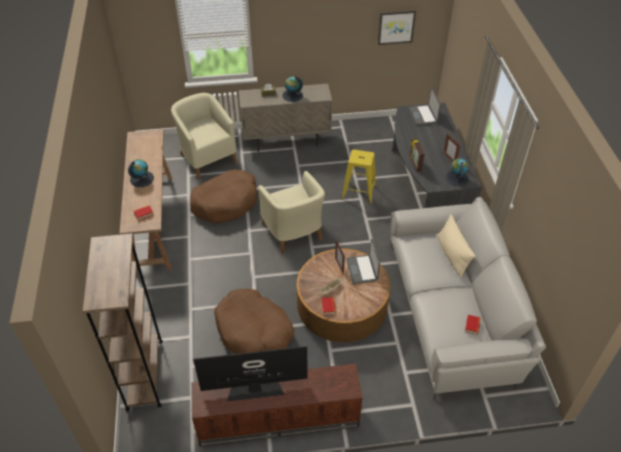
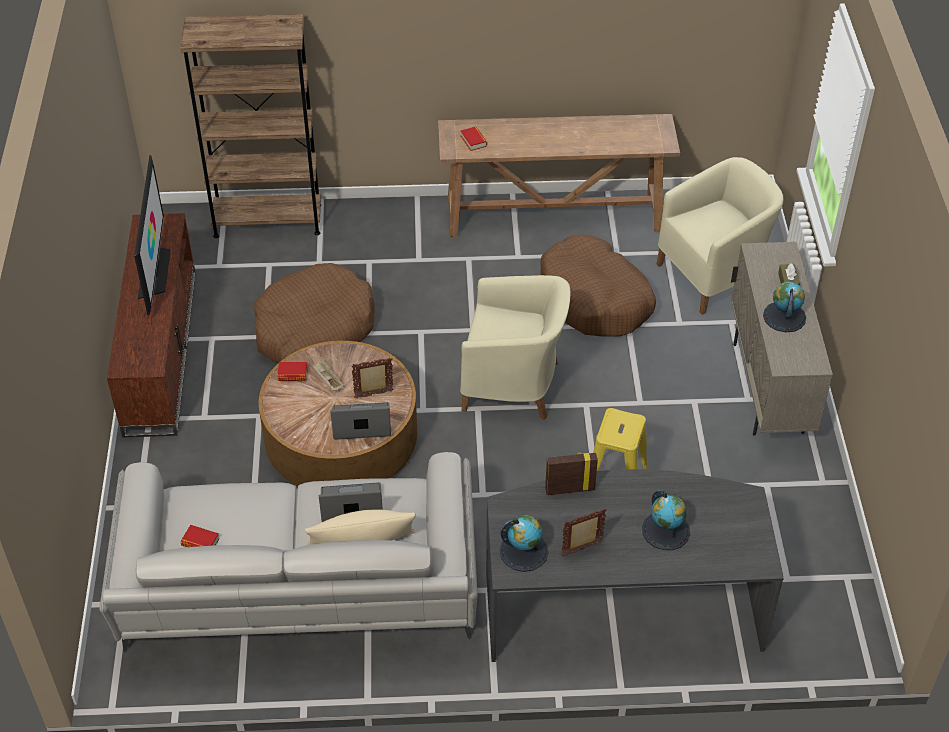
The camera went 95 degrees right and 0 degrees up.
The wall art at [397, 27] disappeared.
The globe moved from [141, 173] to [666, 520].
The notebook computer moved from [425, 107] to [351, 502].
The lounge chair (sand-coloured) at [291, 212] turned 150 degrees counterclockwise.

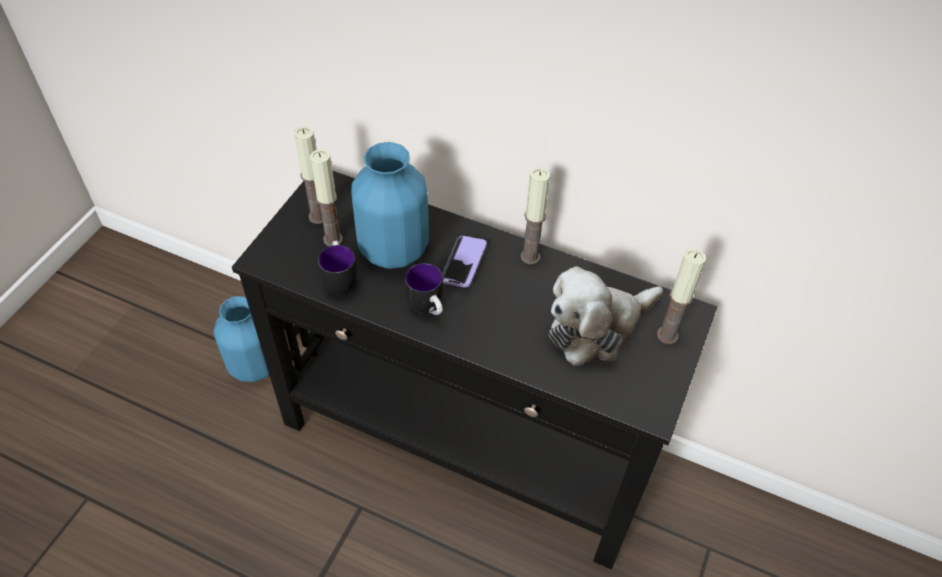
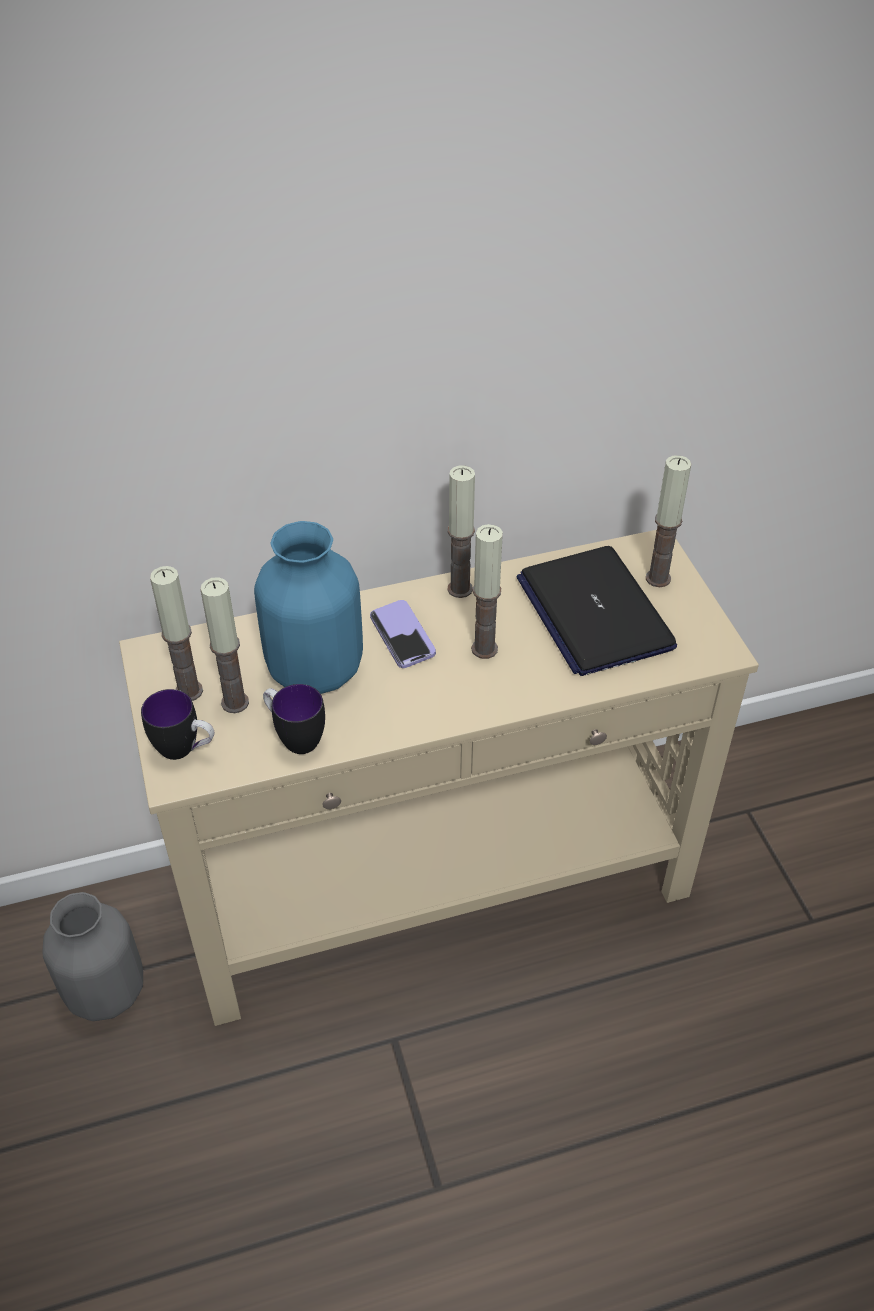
The camera went 40 degrees left and 5 degrees down.
The candle at [487, 591] appeared.
The coffee mug moved from [424, 289] to [177, 724].
The soft toy at [606, 315] was replaced by the notebook computer at [596, 611].
The flower vase (blue-coloured) at [241, 339] became the flower vase (grey) at [92, 956].
The hall table (blackish) at [474, 370] became the hall table (sand-coloured) at [439, 778].

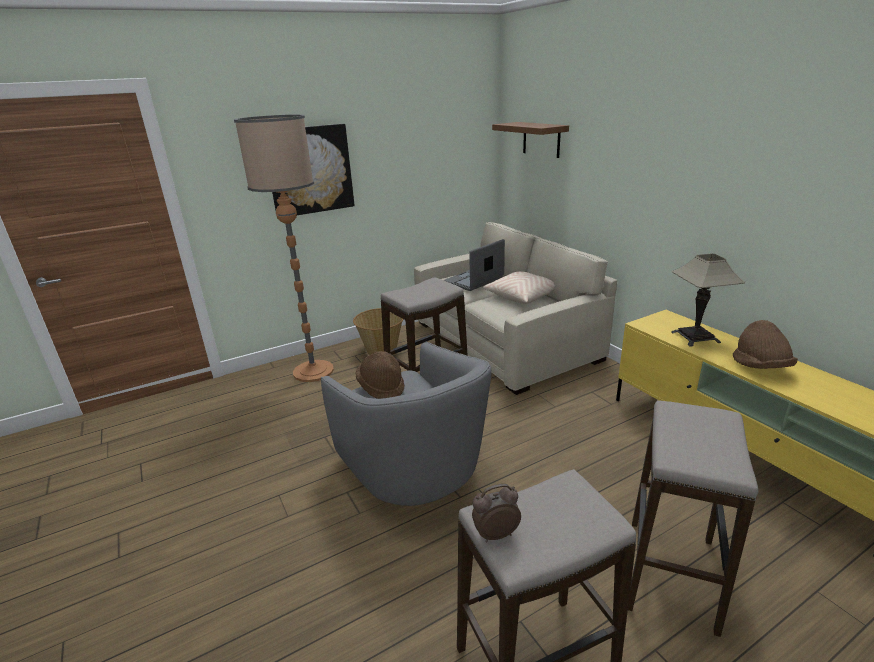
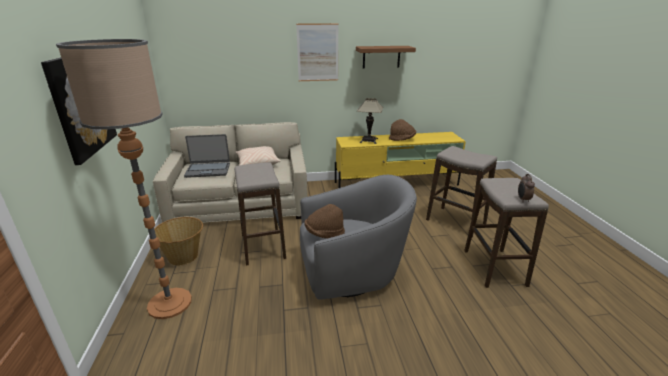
The camera went 70 degrees left and 0 degrees up.
The wall art at [317, 52] appeared.
The shelf (brownish) moved from [530, 140] to [386, 57].
The notebook computer at [474, 265] turned 75 degrees counterclockwise.

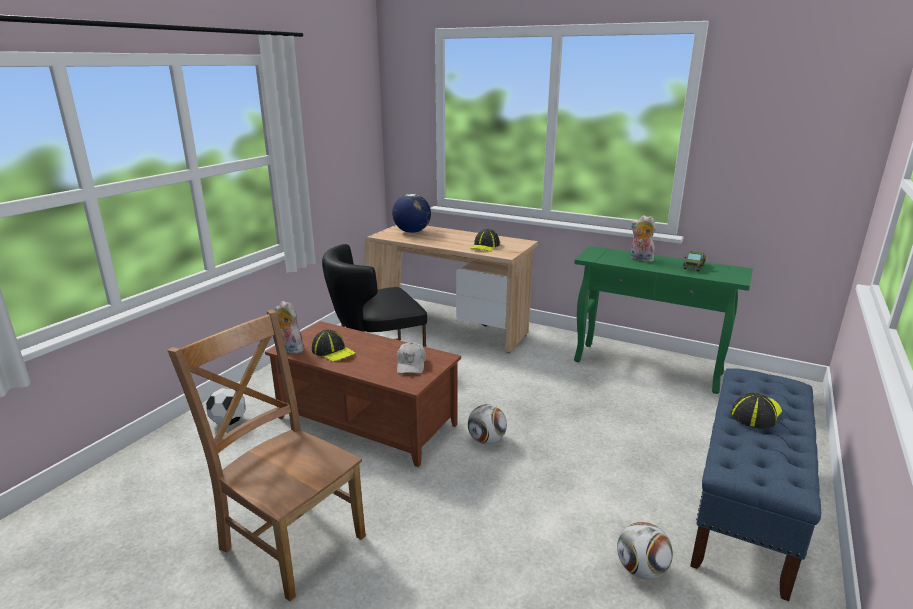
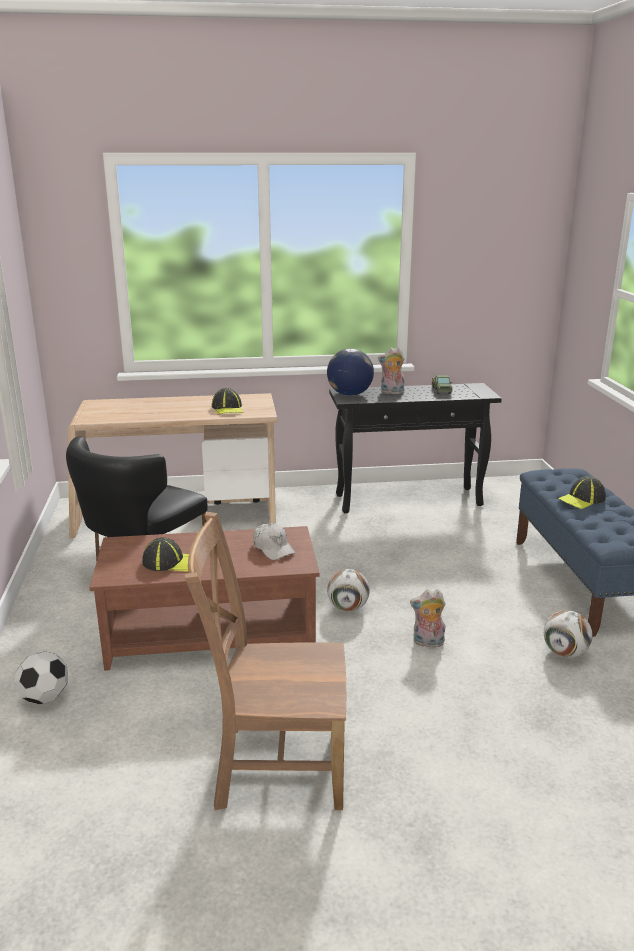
The camera went 35 degrees left and 0 degrees up.
The soft toy moved from [289, 327] to [428, 618].
The globe moved from [411, 213] to [350, 372].
The hall table (green-coloured) at [663, 320] became the hall table (blackish) at [415, 448].
The peaked cap at [756, 411] turned 135 degrees counterclockwise.

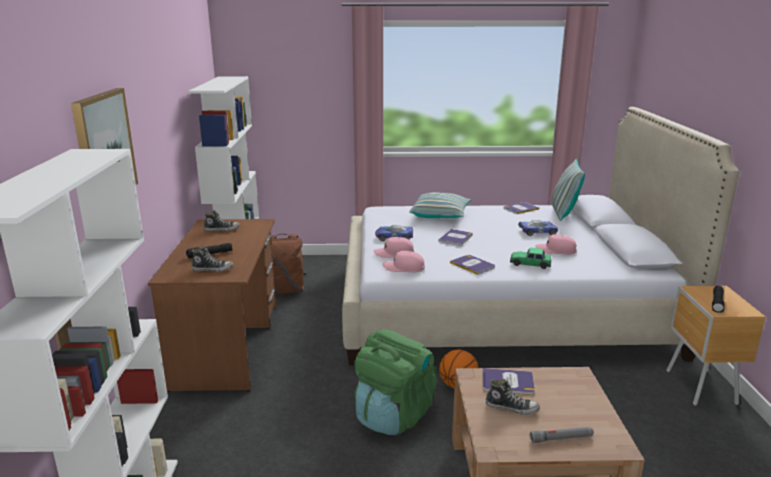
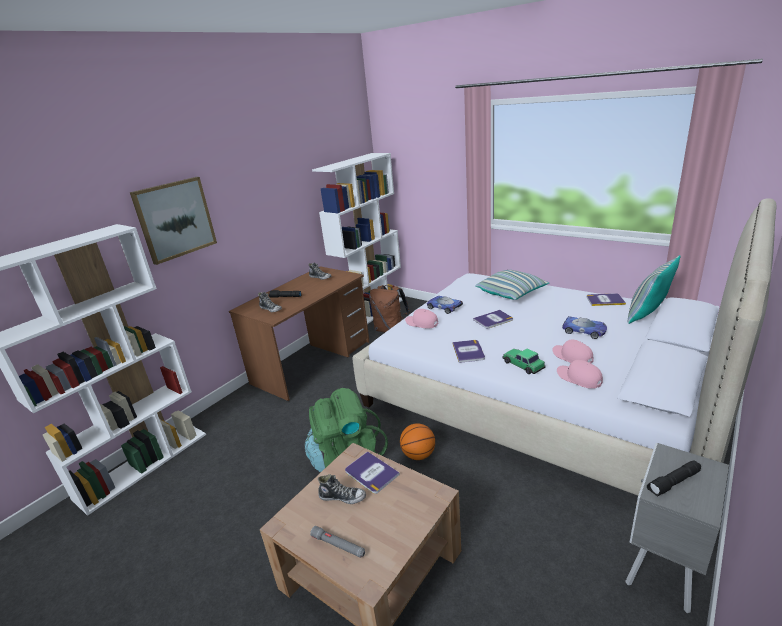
The camera went 40 degrees right and 5 degrees up.
The peaked cap (pink) moved from [404, 261] to [580, 374].
The bedside table (brownish) at [716, 346] became the bedside table (grey) at [677, 528].
The low shoe at [513, 397] turned 45 degrees counterclockwise.

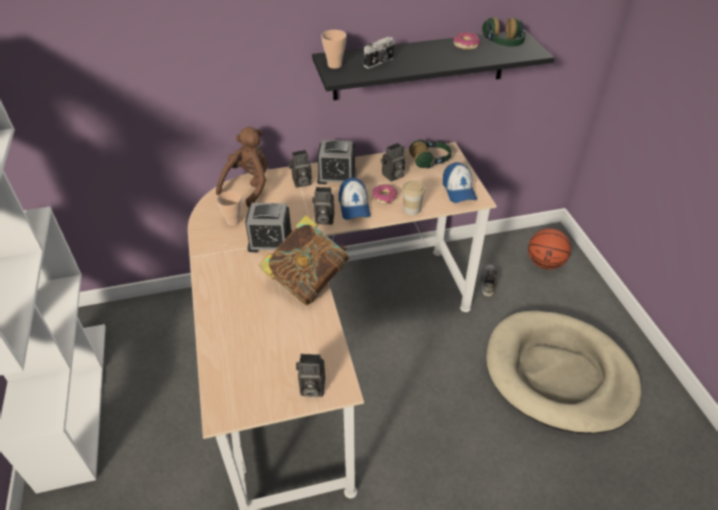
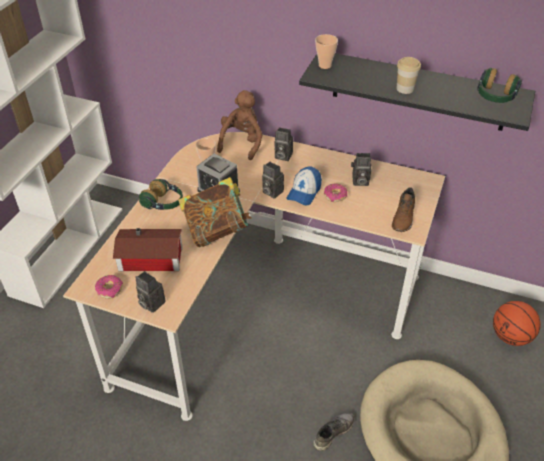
The camera went 35 degrees right and 0 degrees up.
The alarm clock at [337, 162] disappeared.
The still camera at [379, 53] disappeared.
The model house at [147, 249] appeared.
The small cup moved from [413, 197] to [409, 75].
The pair of headphones moved from [430, 153] to [161, 194].
The ring doughnut moved from [467, 41] to [109, 287].
The low shoe (grey) moved from [488, 280] to [334, 432].
The peaked cap at [460, 182] was replaced by the low shoe (brownish) at [403, 209].
The soft toy (brownish) at [242, 167] turned 45 degrees counterclockwise.

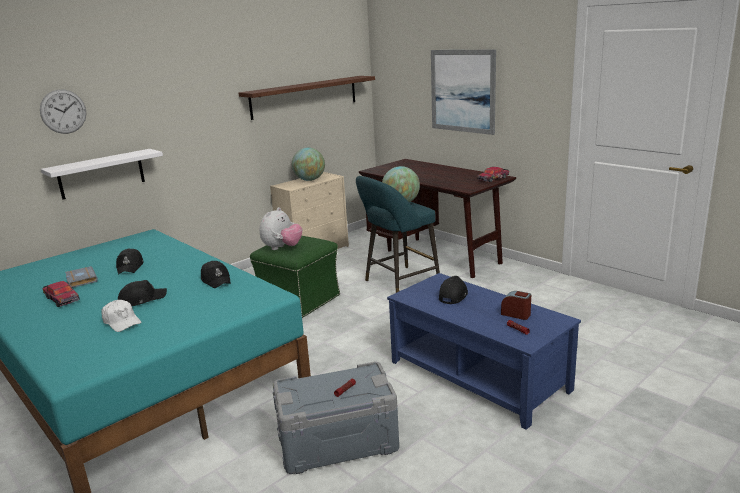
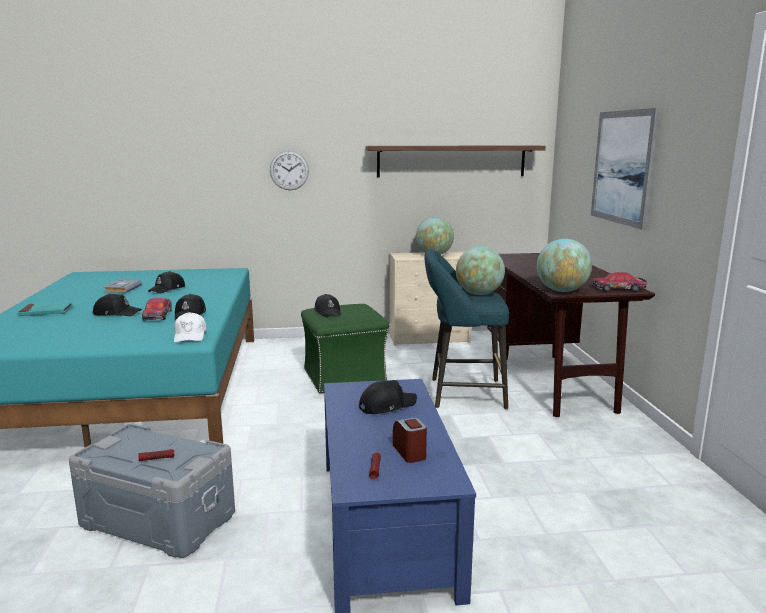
The camera went 35 degrees right and 5 degrees down.
The shelf (white-coloured) at [102, 174] disappeared.
The volume (turquoise) at [45, 308] appeared.
The globe at [564, 265] appeared.
The hanging clock moved from [63, 111] to [289, 170].
The miniature car moved from [61, 294] to [157, 309].
The peaked cap (white-coloured) moved from [121, 316] to [190, 327].
The soft toy at [281, 228] was replaced by the peaked cap (blackish) at [328, 305].

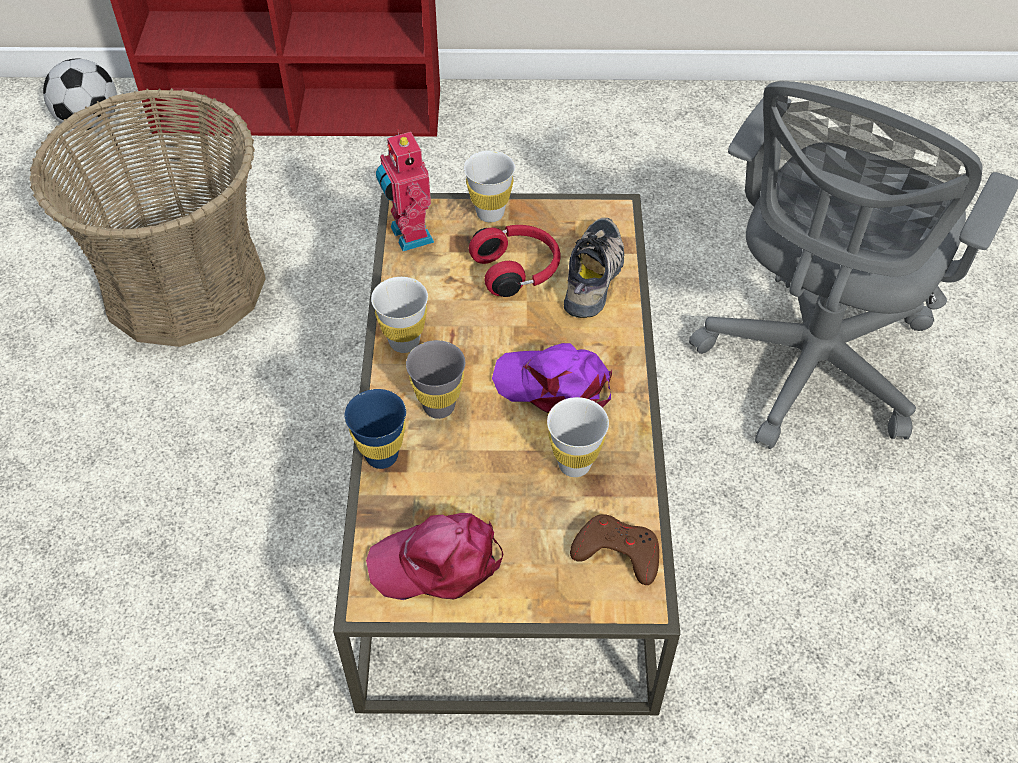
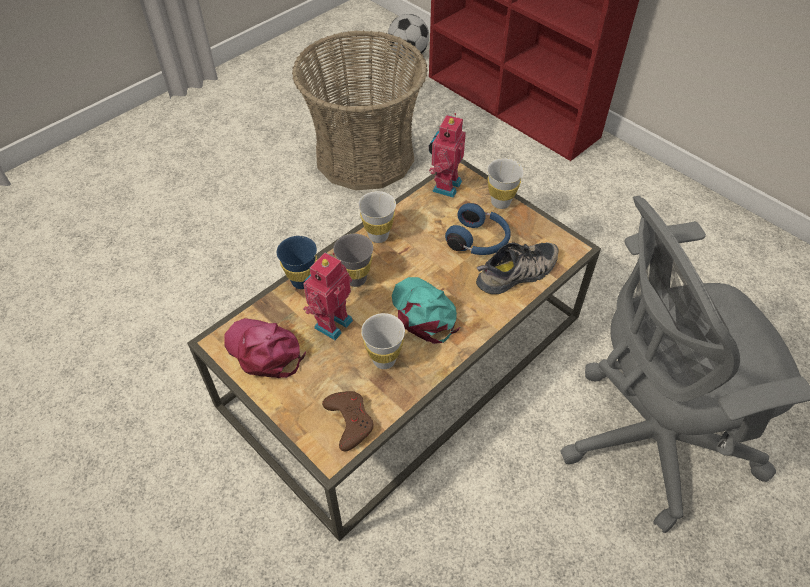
The camera went 45 degrees right and 0 degrees up.
The toy robot at [328, 296] appeared.
The pair of headphones (red) at [515, 261] became the pair of headphones (blue-coloured) at [478, 229].
The peaked cap (purplish) at [552, 378] became the peaked cap (turquoise) at [426, 310].

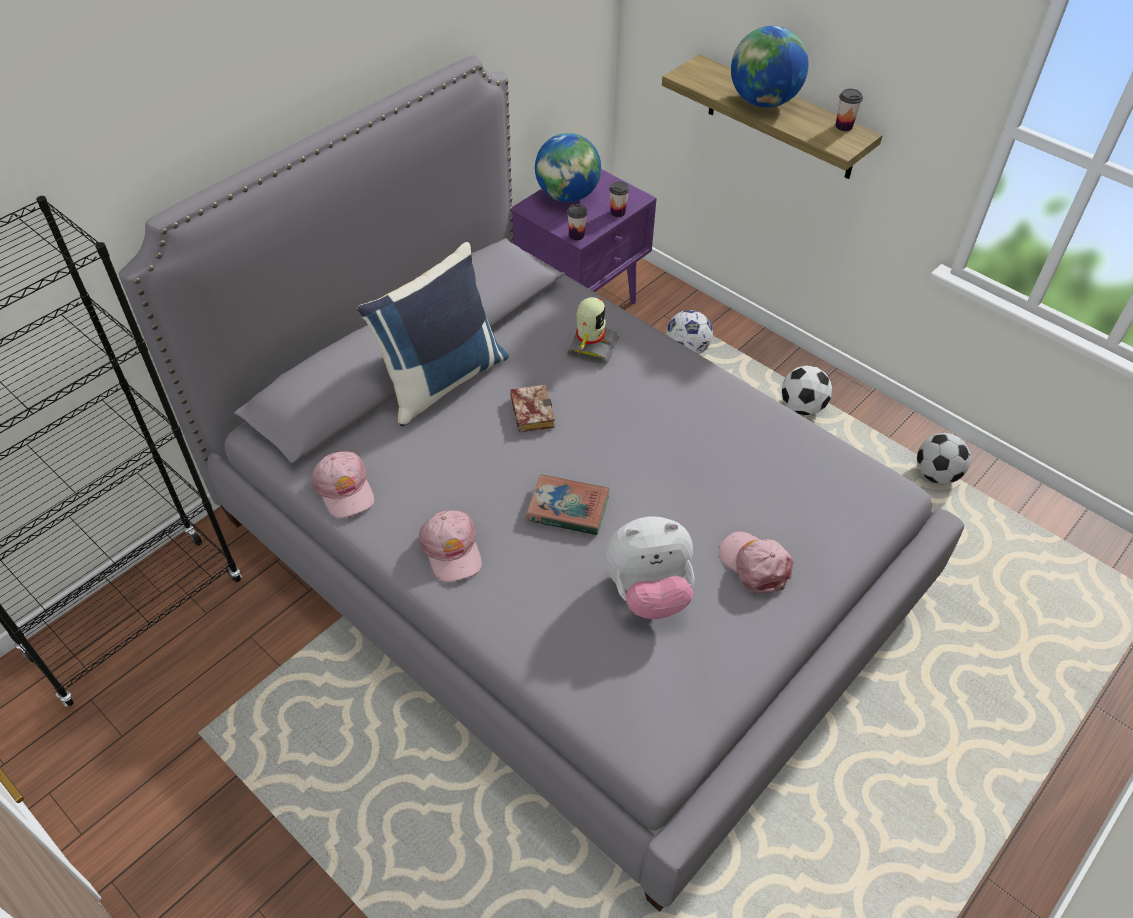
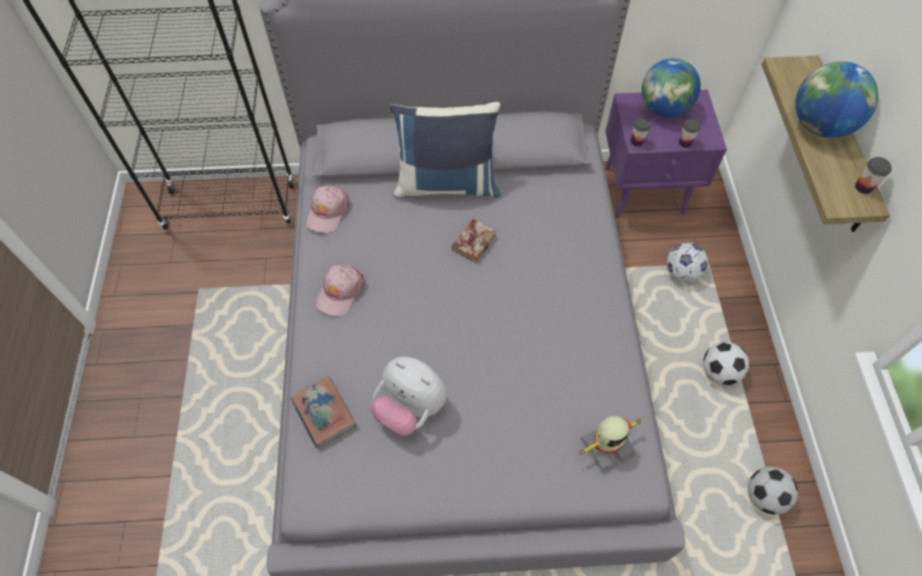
The camera went 45 degrees right and 10 degrees up.
The peaked cap (pink) at [756, 562] disappeared.
The volume moved from [568, 504] to [323, 412].
The toy robot moved from [593, 330] to [610, 444].

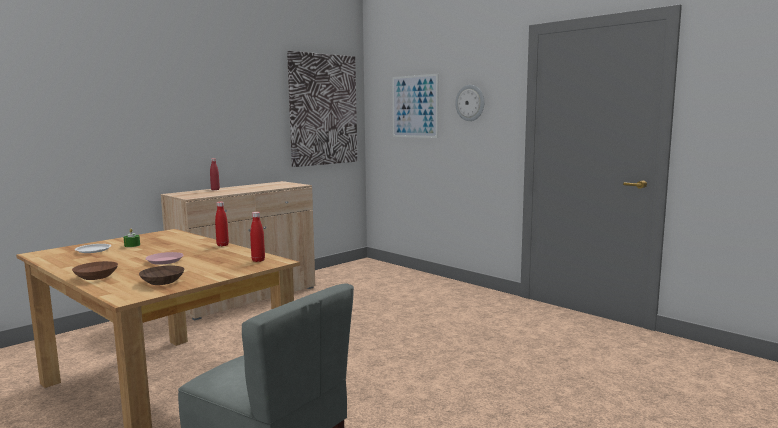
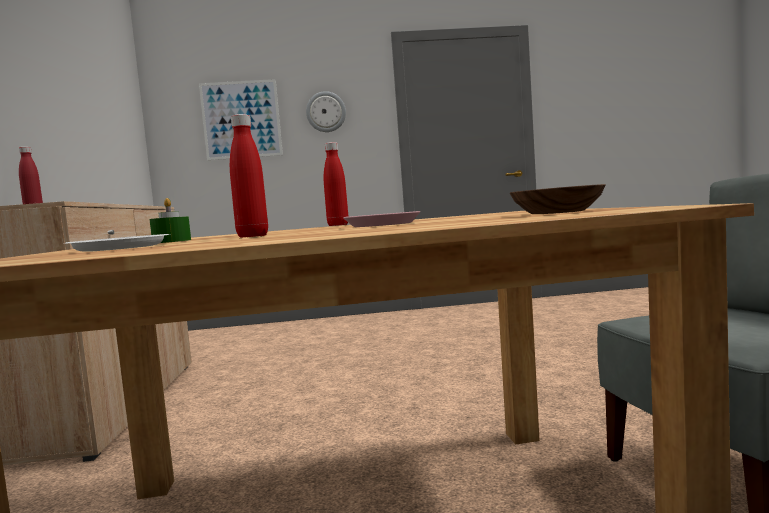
The camera went 50 degrees left and 5 degrees down.
The serving bowl (brownish) at [95, 270] disappeared.
The wall art at [322, 109] disappeared.
The beverage bottle (red) moved from [257, 237] to [249, 175].

